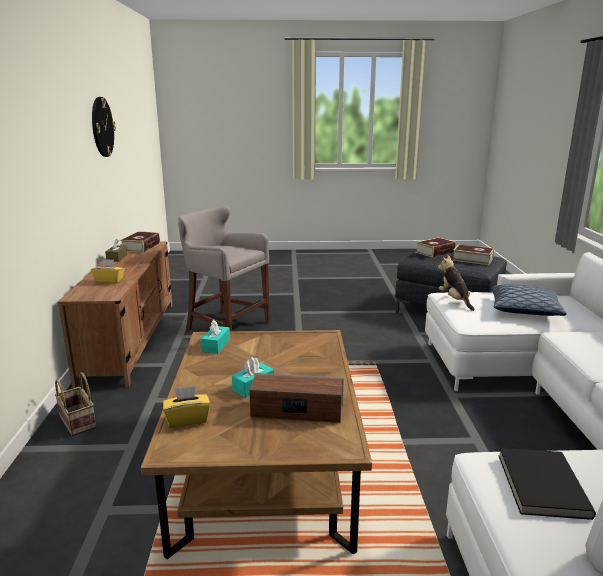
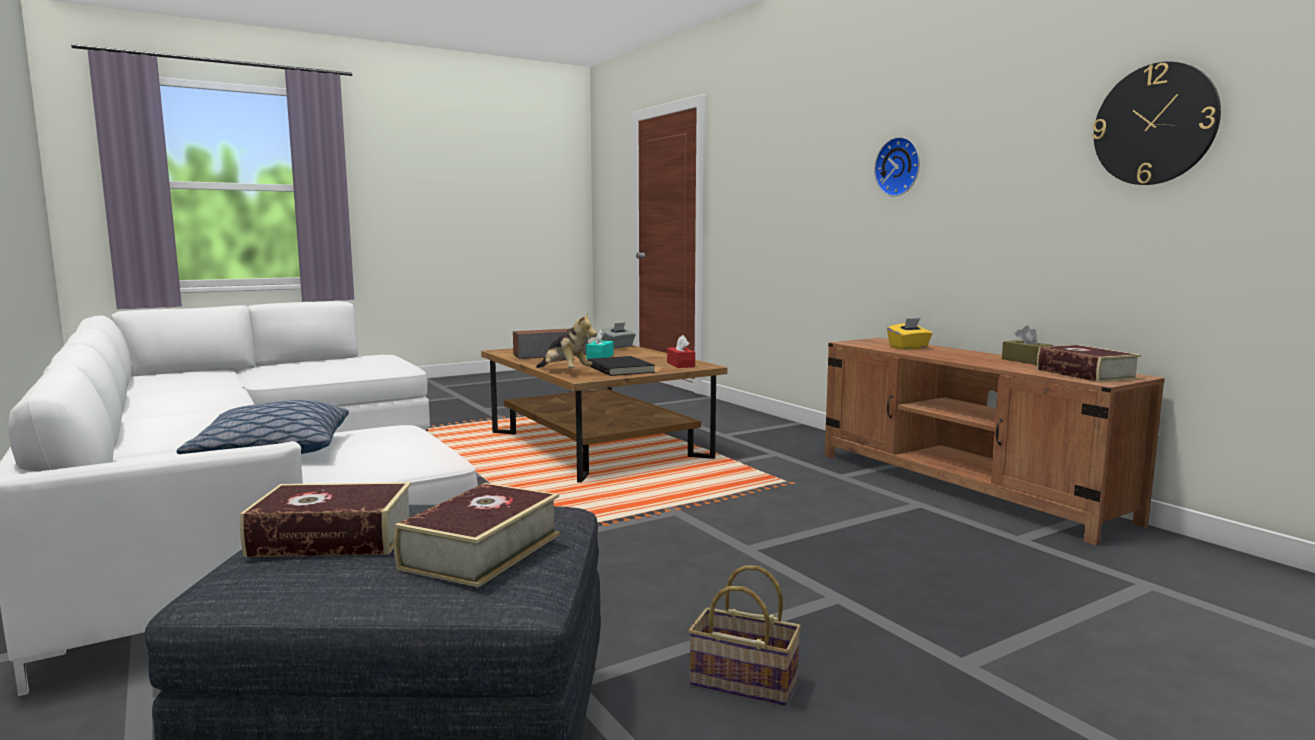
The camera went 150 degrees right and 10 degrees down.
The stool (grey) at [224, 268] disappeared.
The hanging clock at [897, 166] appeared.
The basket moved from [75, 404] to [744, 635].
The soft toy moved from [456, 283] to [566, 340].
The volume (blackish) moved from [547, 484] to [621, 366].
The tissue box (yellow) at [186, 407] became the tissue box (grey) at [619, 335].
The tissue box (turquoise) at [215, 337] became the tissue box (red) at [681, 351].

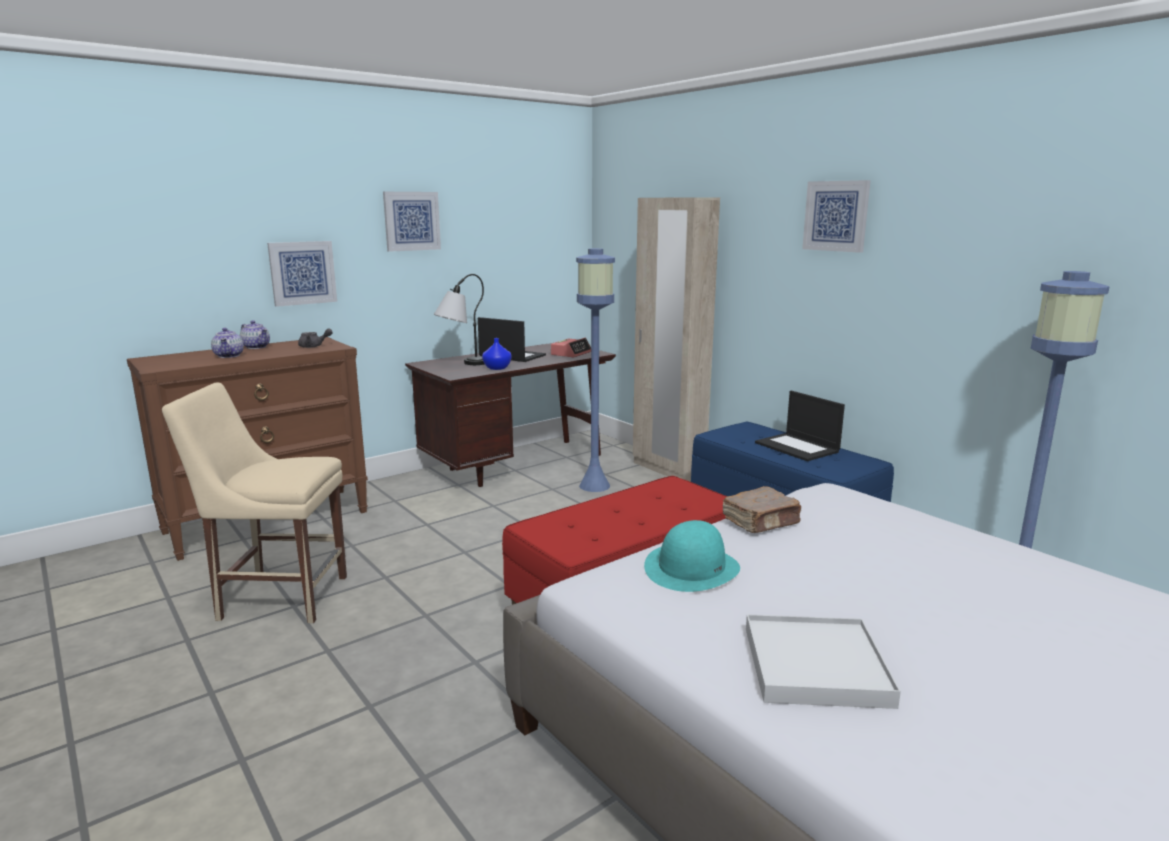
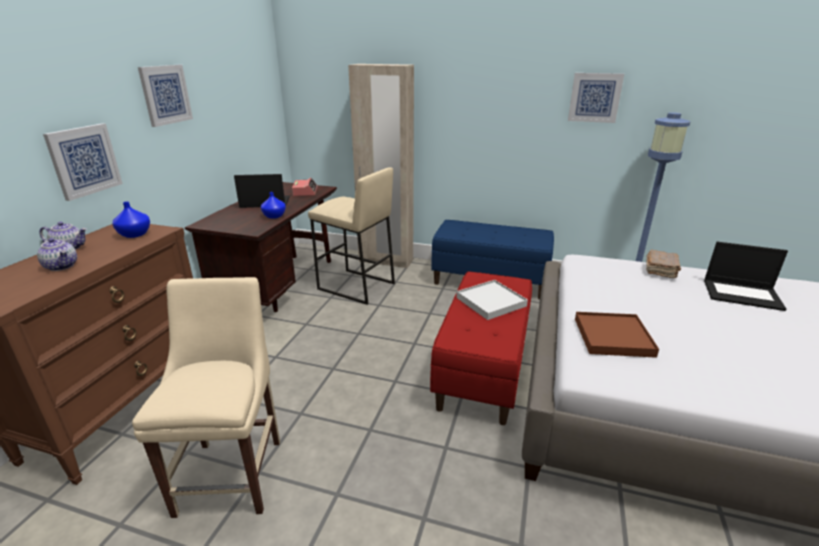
The camera went 35 degrees left and 10 degrees up.
The lamp for a table at [459, 319] disappeared.
The volume (brownish) moved from [762, 509] to [663, 264].
The tray (white-coloured) moved from [823, 661] to [492, 300].
The notebook computer moved from [800, 426] to [746, 276].
The wall art moved from [836, 216] to [596, 98].
The teapot (grey) at [315, 338] was replaced by the flower vase (blue-coloured) at [131, 219].
The standard lamp (blue-coloured) at [595, 370] was replaced by the stool (sand-coloured) at [351, 236].
The clothing hat (turquoise) at [692, 556] was replaced by the tray (brownish) at [617, 335].
The upright chair (sand-coloured) at [254, 503] turned 120 degrees clockwise.

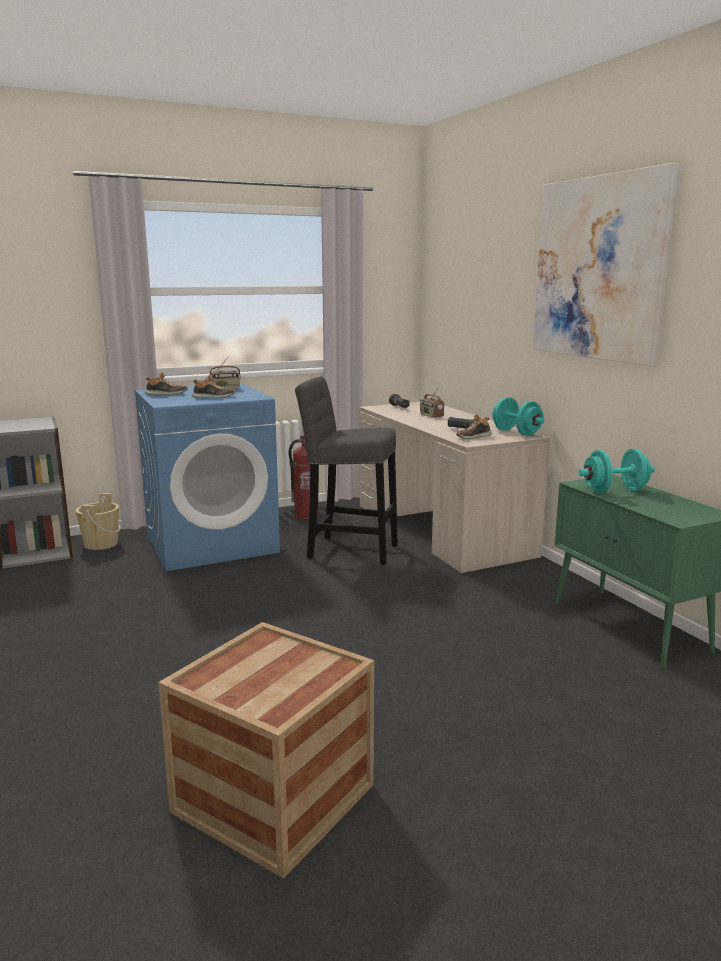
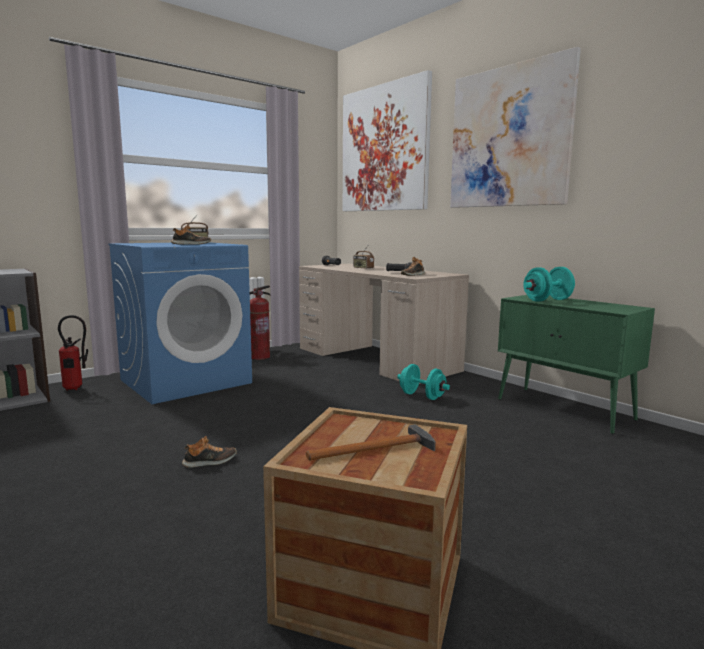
The camera went 15 degrees left and 5 degrees down.
The stool (grey) at [346, 470] disappeared.
The hammer at [371, 443] appeared.
The wall art at [387, 140] appeared.
The low shoe moved from [166, 383] to [209, 452].
The dumbbell (turquoise) moved from [518, 416] to [423, 382].
The pail (sand-coloured) at [98, 521] was replaced by the fire-fighting cylinder at [73, 353].

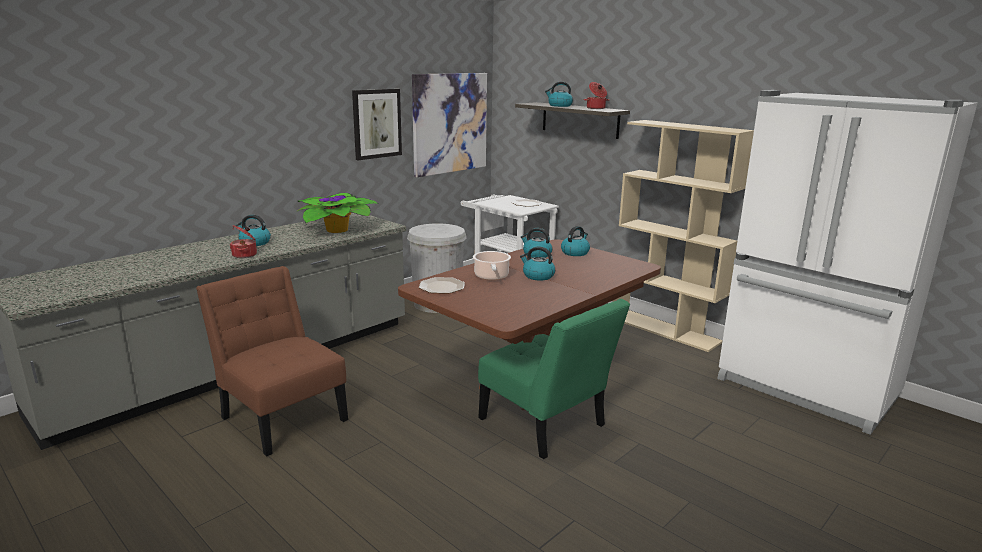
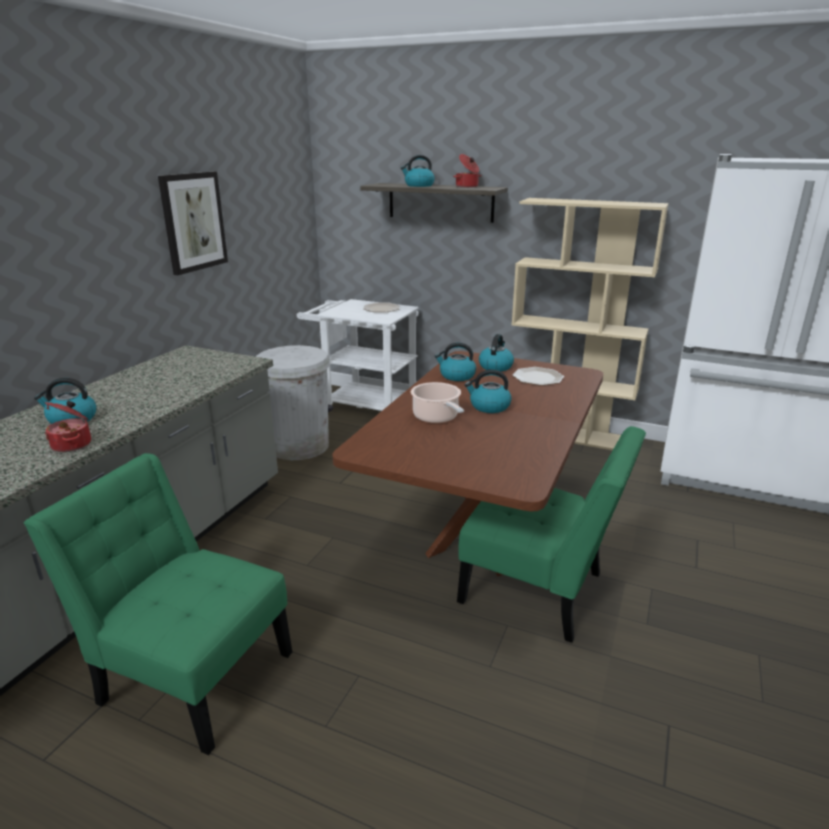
The camera went 20 degrees left and 5 degrees up.
The plant in a pot at [336, 213] disappeared.
The wall art at [449, 125] disappeared.
The flat dish moved from [442, 285] to [538, 376].
The upright chair (brownish) at [272, 361] became the upright chair (green-coloured) at [158, 604].

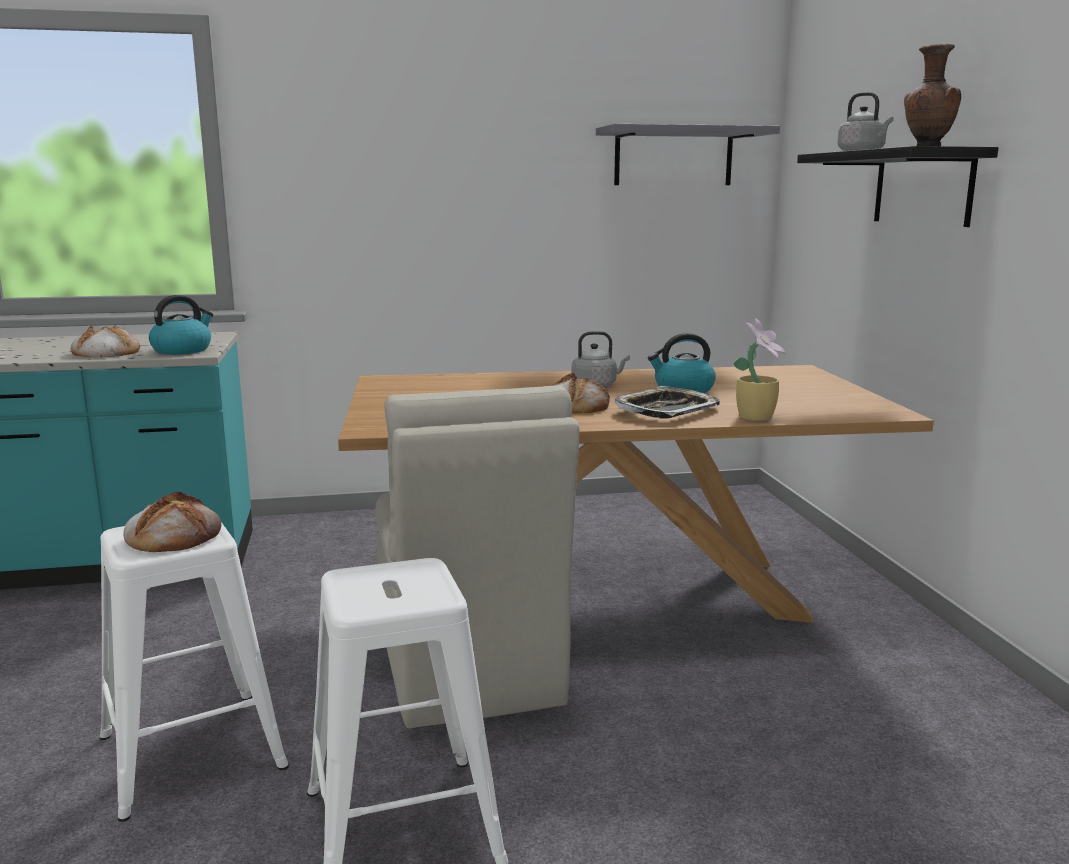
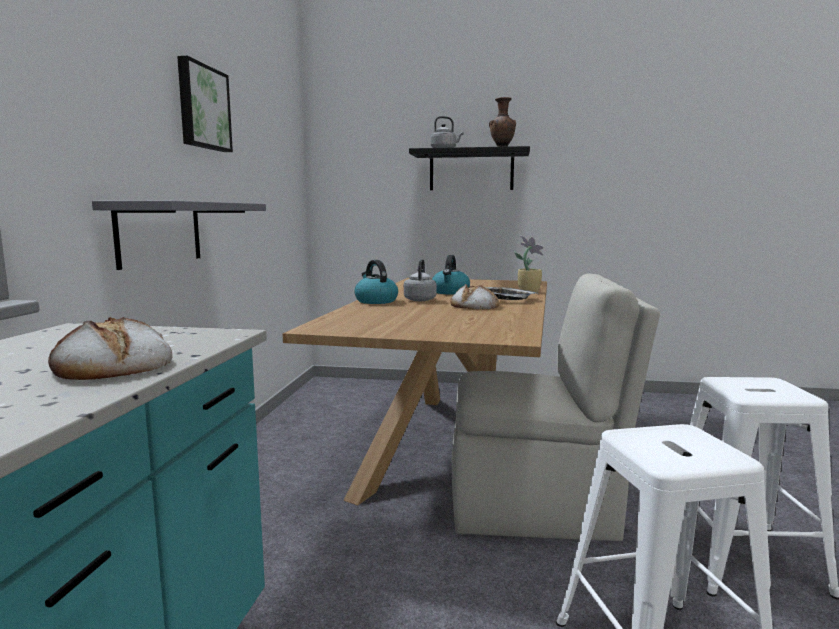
The camera went 70 degrees left and 5 degrees down.
The baked bread at [172, 521] disappeared.
The wall art at [205, 104] appeared.
The water kettle moved from [181, 325] to [376, 282].
The shelf (grey) moved from [688, 154] to [179, 235].

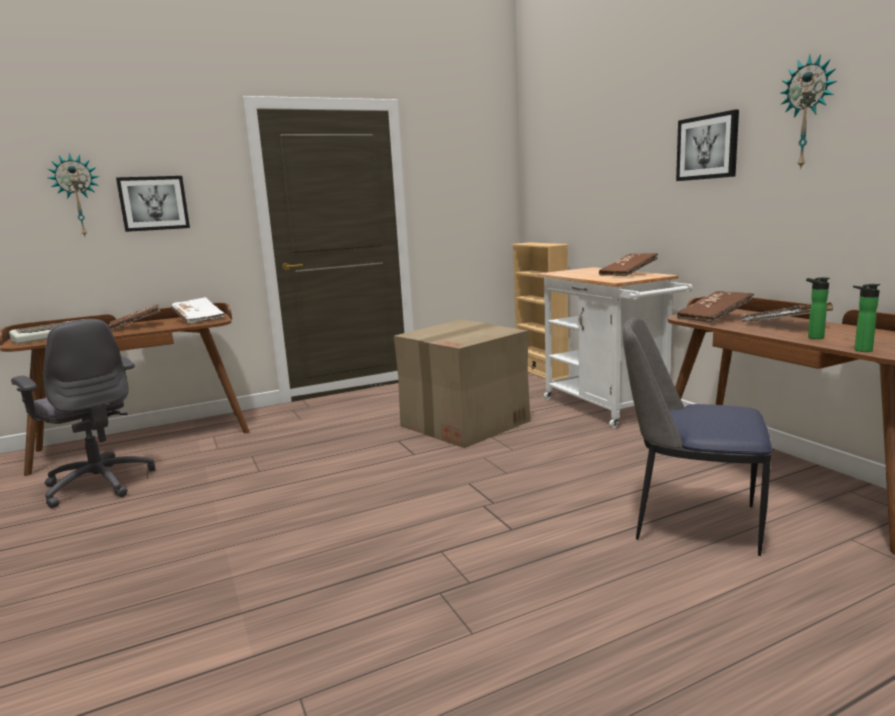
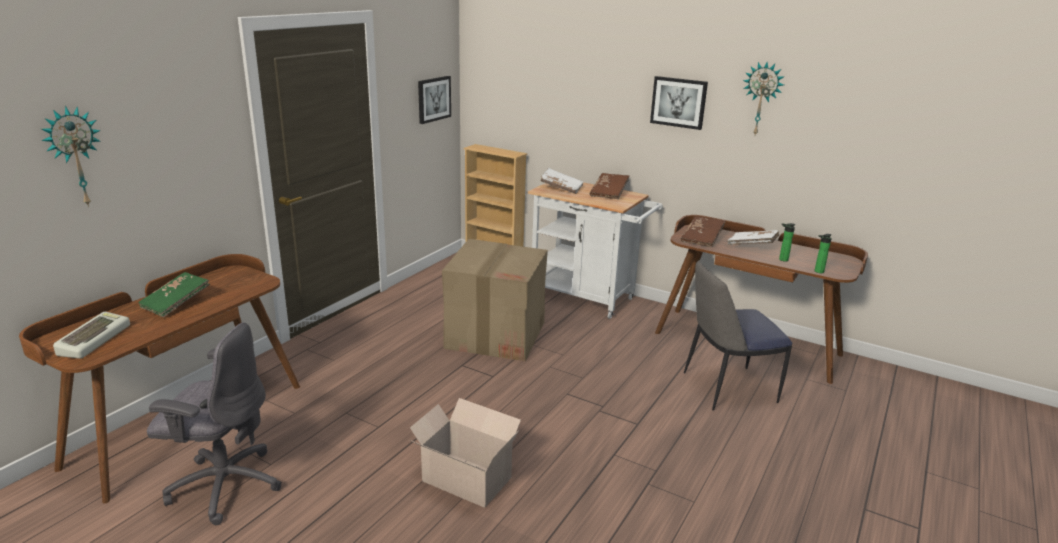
The camera went 35 degrees left and 10 degrees up.
The cardboard box at [465, 453] appeared.
The wall art moved from [153, 204] to [434, 100].
The volume (white-coloured) moved from [198, 311] to [561, 181].
The volume (brownish) at [134, 317] became the volume (green-coloured) at [174, 294].

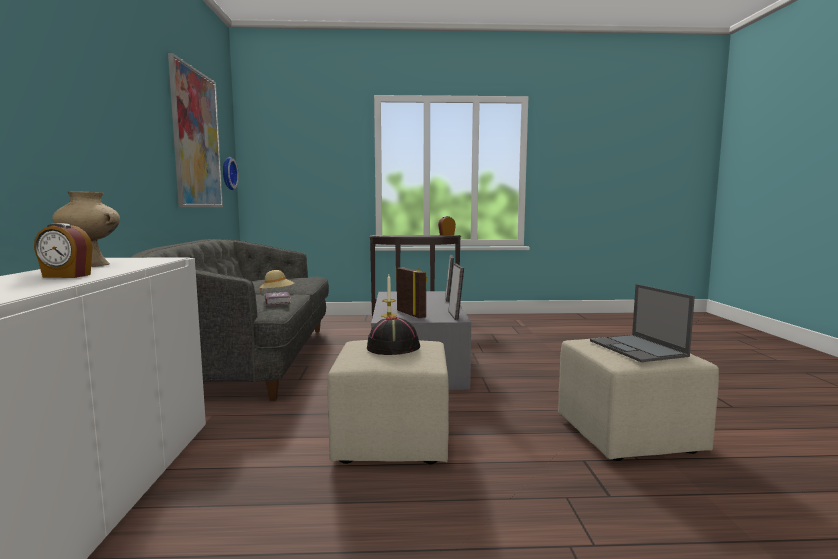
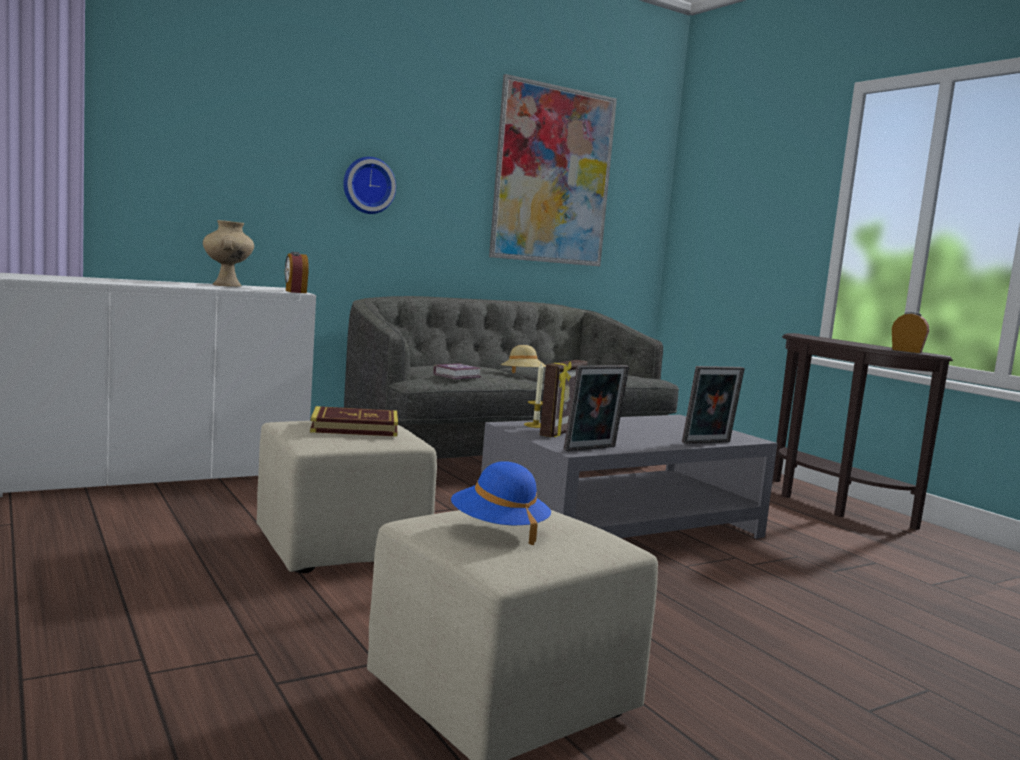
The camera went 60 degrees right and 0 degrees up.
The alarm clock moved from [63, 250] to [297, 272].
The hanging clock moved from [231, 173] to [369, 185].
The clothing hat (blackish) at [393, 335] was replaced by the volume at [354, 421].
The notebook computer at [642, 323] was replaced by the clothing hat (blue-coloured) at [501, 503].

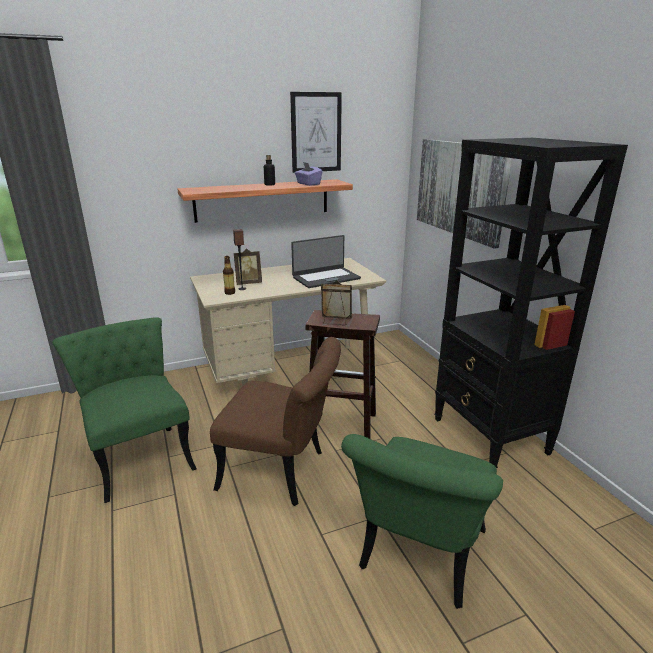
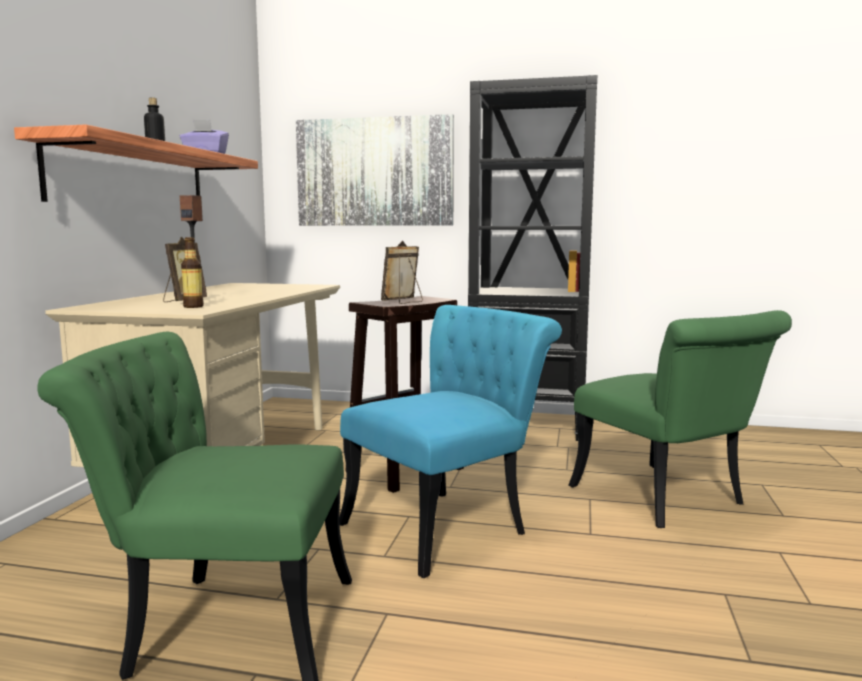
The camera went 55 degrees left and 15 degrees down.
The wall art at [316, 132] disappeared.
The notebook computer at [326, 261] disappeared.
The upright chair (brownish) at [275, 421] became the upright chair (turquoise) at [450, 441].

